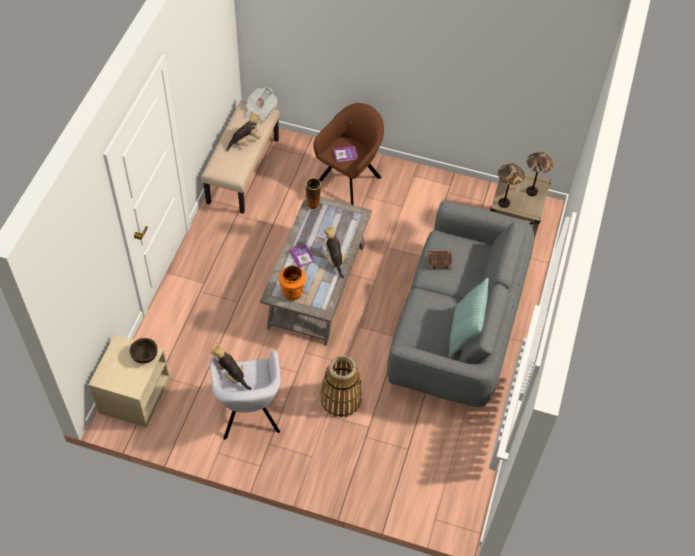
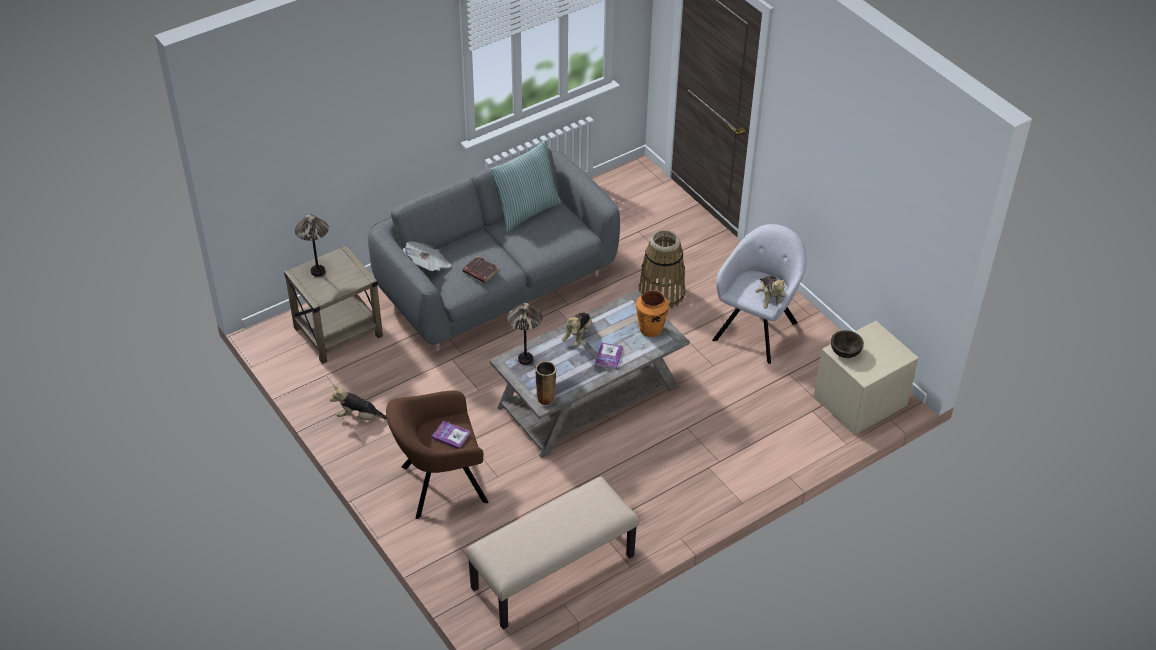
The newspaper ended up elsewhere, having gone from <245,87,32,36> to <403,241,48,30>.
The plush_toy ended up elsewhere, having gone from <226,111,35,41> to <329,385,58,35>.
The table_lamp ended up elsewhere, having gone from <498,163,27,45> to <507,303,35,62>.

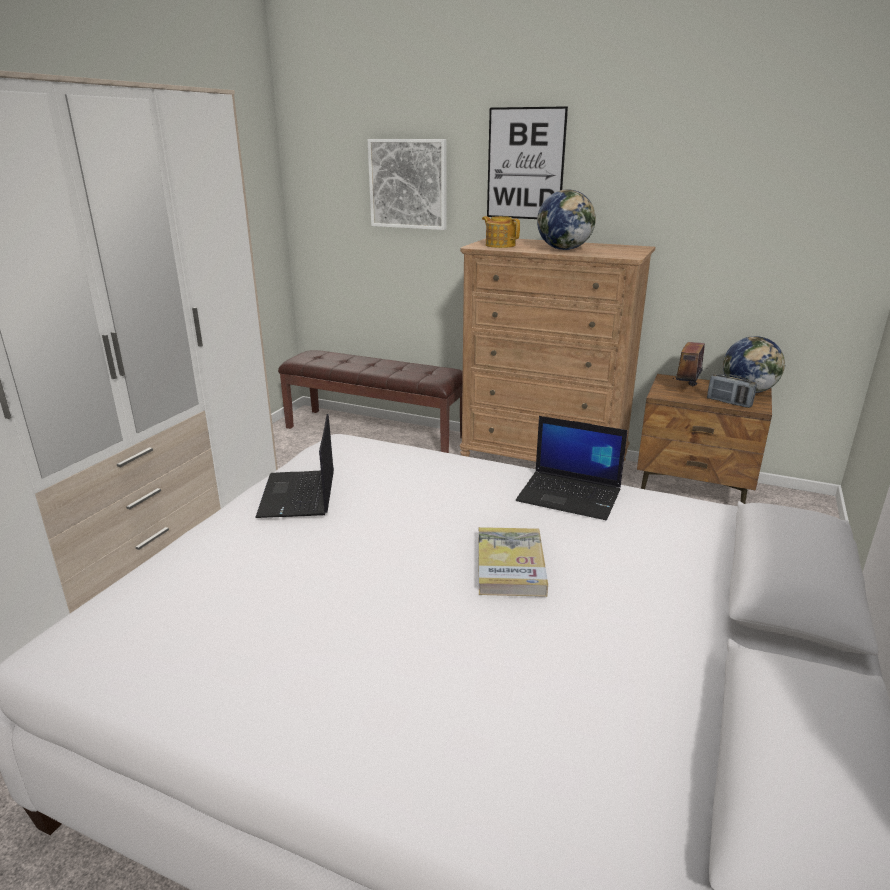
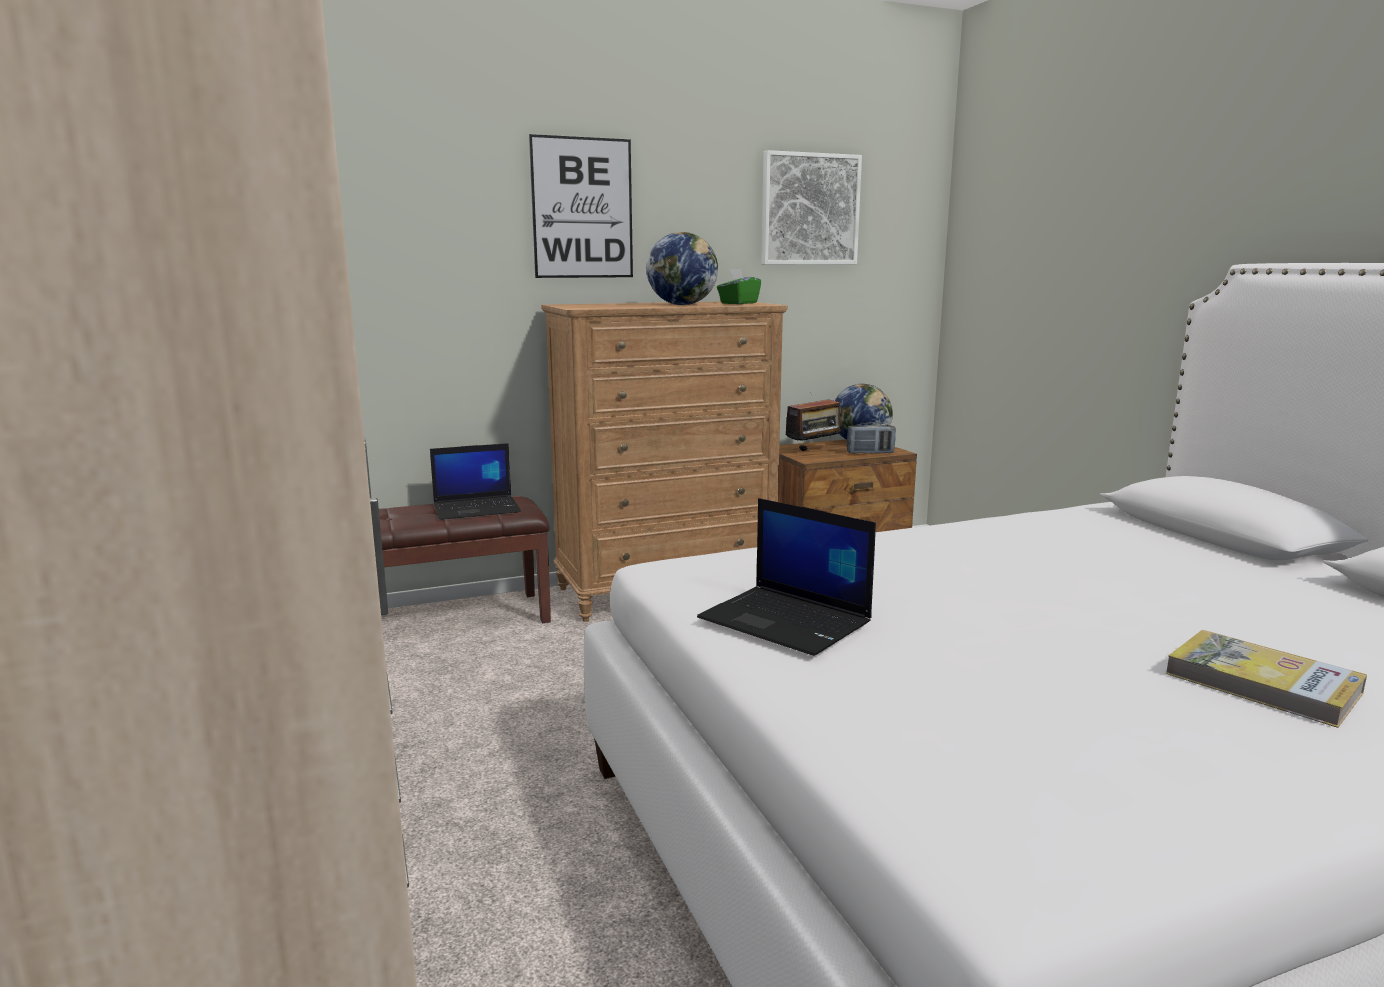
The picture ended up elsewhere, having gone from <367,139,79,91> to <761,150,101,114>.
The second view lost the teapot at <482,216,38,32>.
The radio at <673,331,32,55> ended up facing another way, 105 degrees counterclockwise from before.
The laptop ended up elsewhere, having gone from <516,416,112,104> to <430,443,91,77>.
The book ended up elsewhere, having gone from <478,527,70,70> to <1166,630,201,98>.
The second view gained the green_tissue_box at <717,269,44,35>.

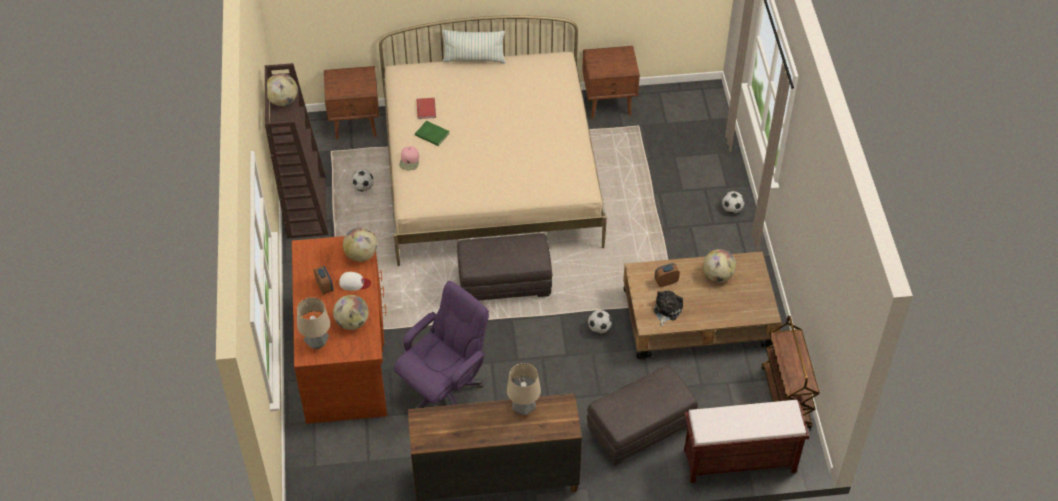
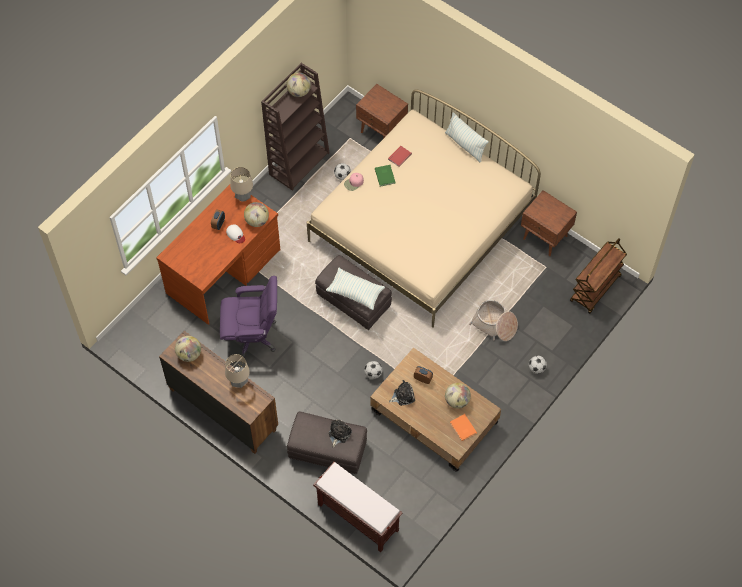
The globe ended up elsewhere, having gone from <333,295,36,35> to <175,336,26,26>.
The table_lamp ended up elsewhere, having gone from <297,297,33,52> to <230,167,23,35>.
The brown_cart ended up elsewhere, having gone from <761,316,59,112> to <570,238,57,76>.
The second view gained the pillow at <326,268,59,42>.
The second view gained the basket at <469,300,49,41>.
The second view gained the orange_book at <450,414,27,27>.
The second view gained the plush_toy at <329,420,23,28>.

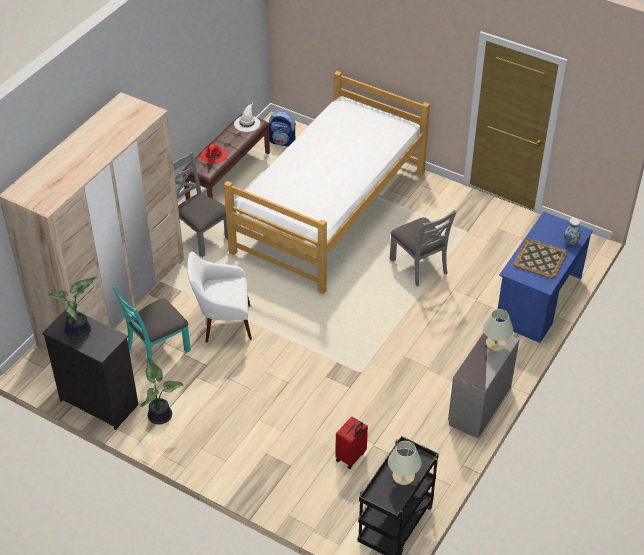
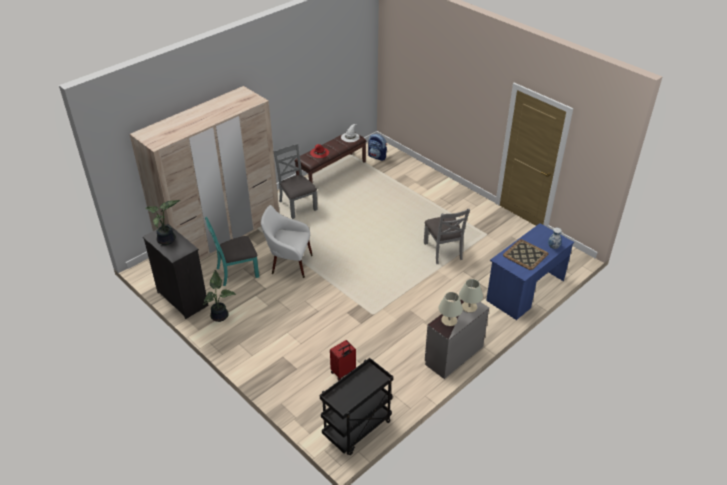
The second view lost the bed at <224,71,206,223>.
The beige_table_lamp ended up elsewhere, having gone from <388,441,34,44> to <438,292,25,34>.

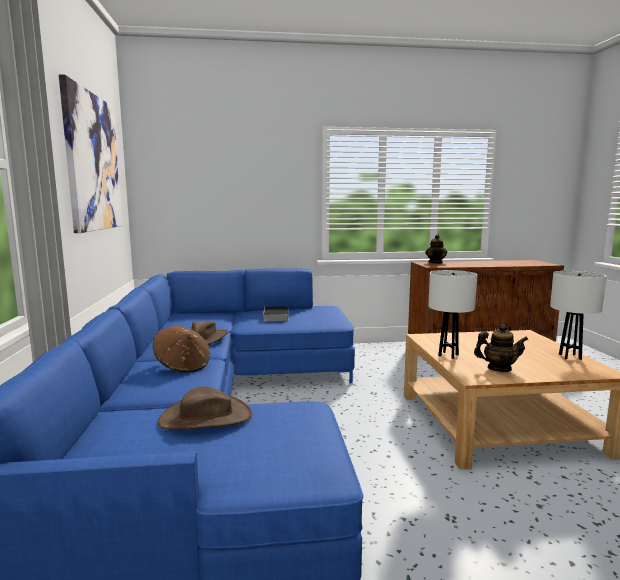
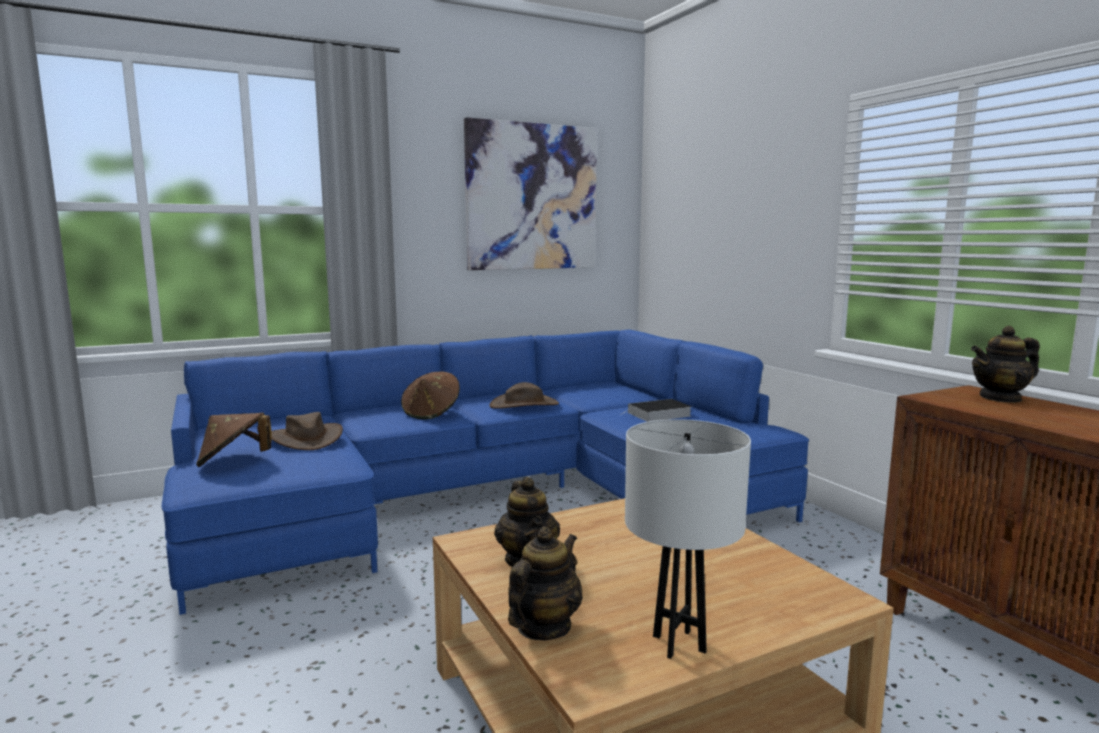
The second view lost the white_table_lamp at <428,270,50,89>.
The second view gained the brown_hat at <196,412,75,55>.
The second view gained the teapot at <508,527,75,114>.

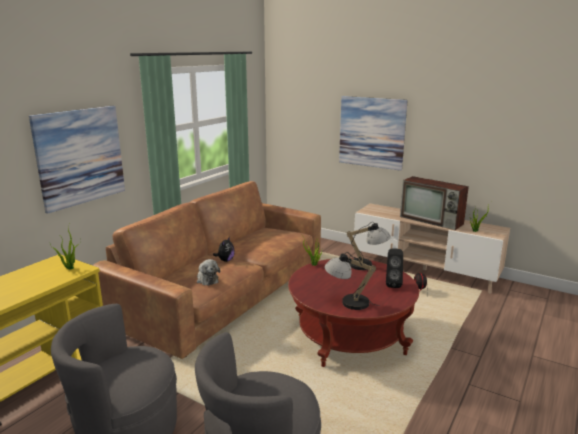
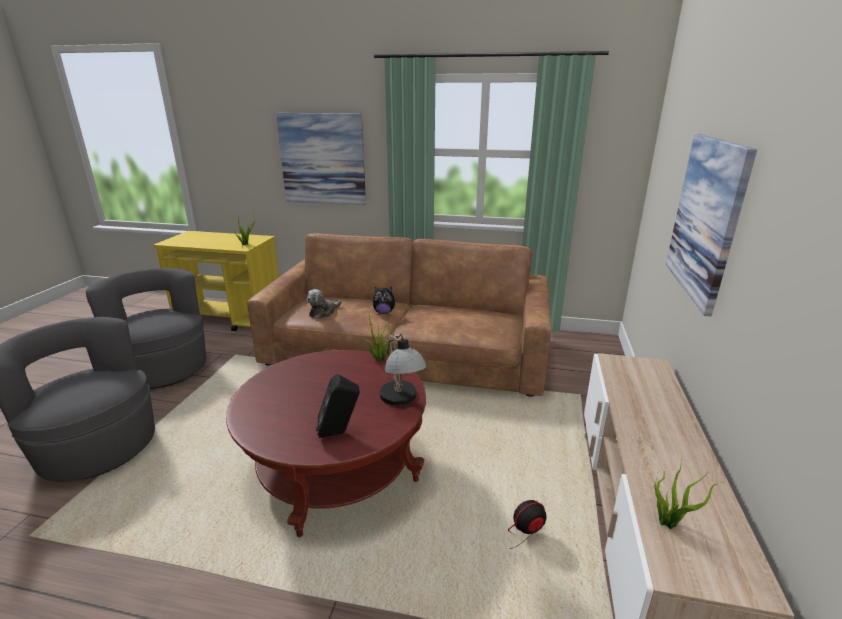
The second view lost the television at <400,176,69,54>.
The second view lost the table_lamp at <324,252,56,58>.

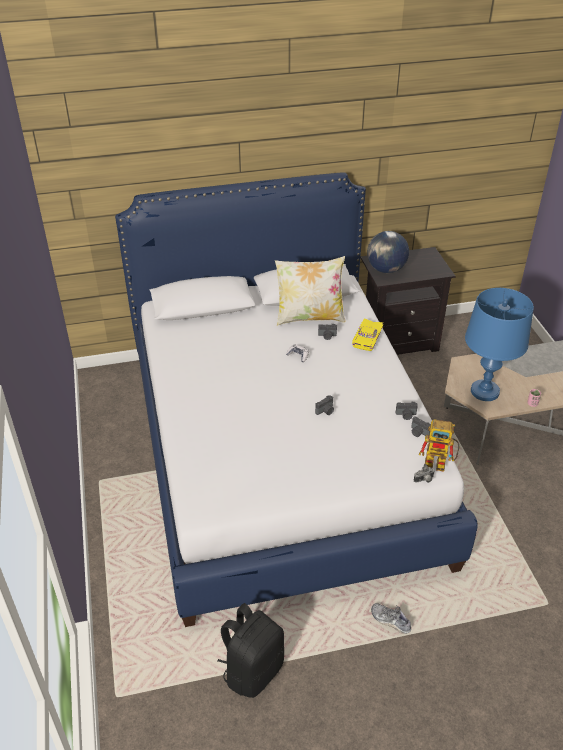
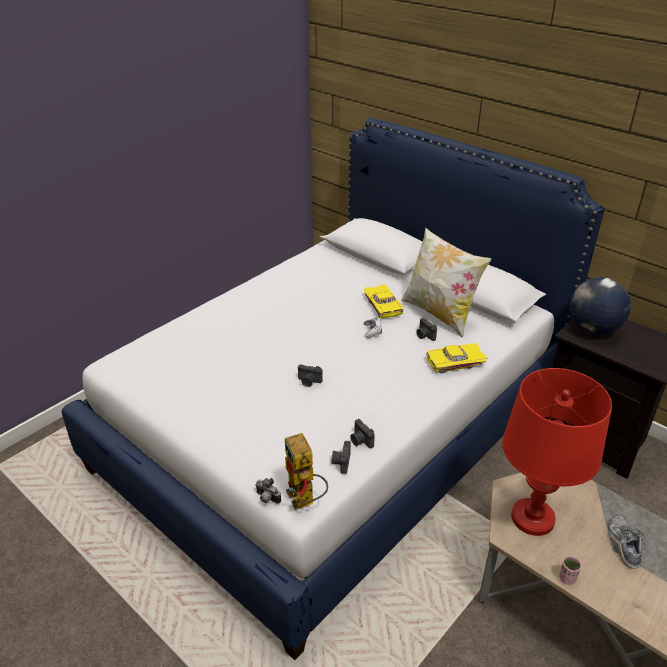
What was the blue_table_lamp at <465,288,69,113> turned into the red_table_lamp at <502,368,110,168>.
The second view lost the black_backpack at <217,603,67,95>.
The shoe ended up elsewhere, having gone from <371,603,40,31> to <608,515,36,54>.
The second view gained the yellow_toy_car at <364,284,40,34>.

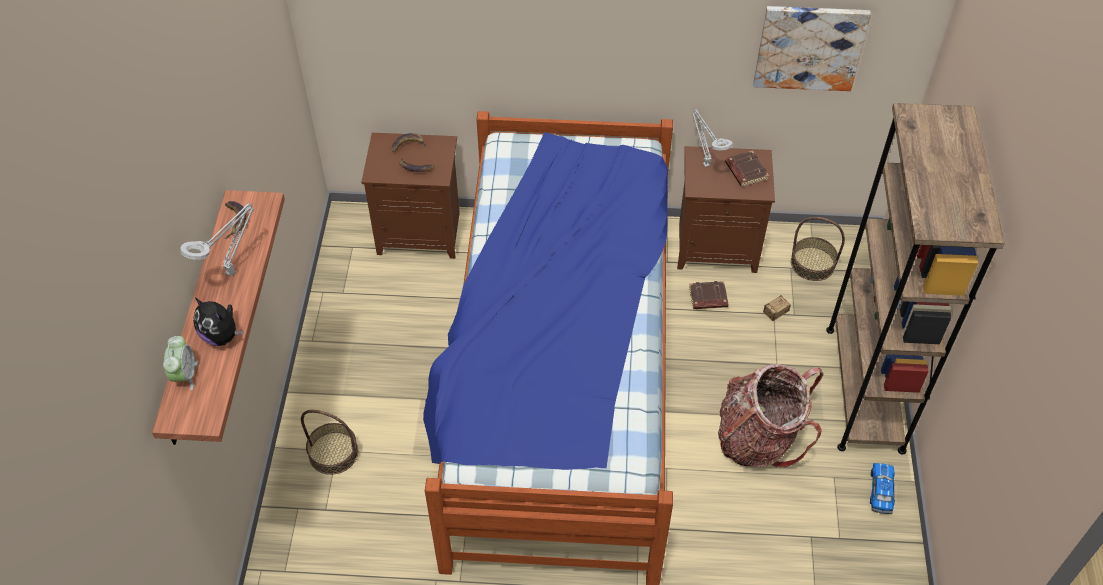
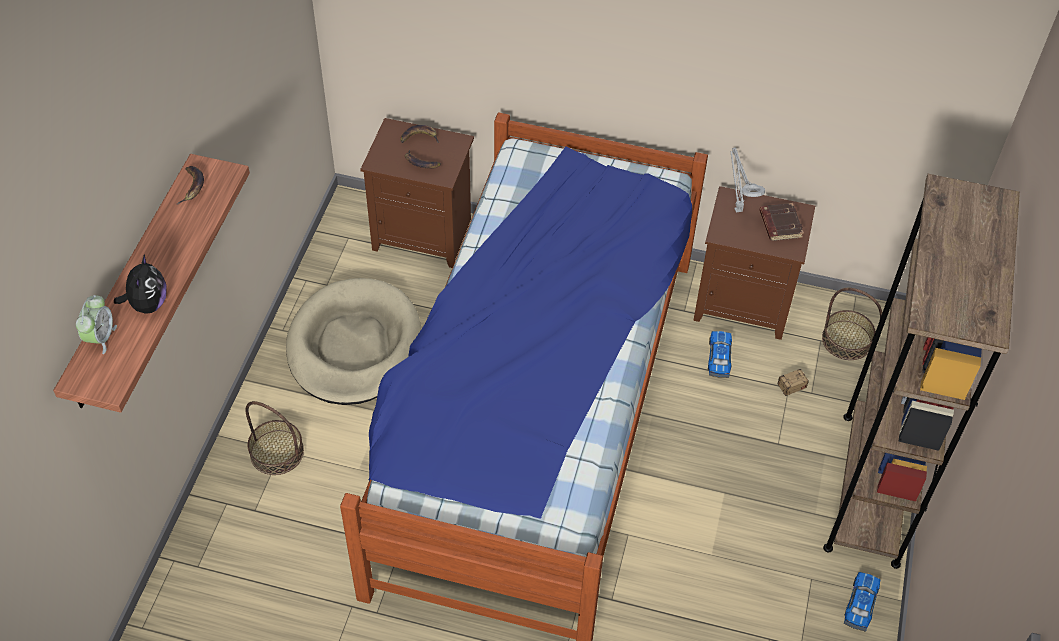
The second view lost the picture at <753,6,118,85>.
The second view lost the grey_table_lamp at <180,203,74,73>.
Where the brown_book stood at <689,281,39,28>, the toy_car came to stand at <708,331,24,47>.
The plush_toy at <193,298,51,48> ended up facing another way, 135 degrees counterclockwise from before.
The second view lost the backpack at <718,364,105,104>.
The second view gained the beige_dog_bed at <286,278,135,127>.

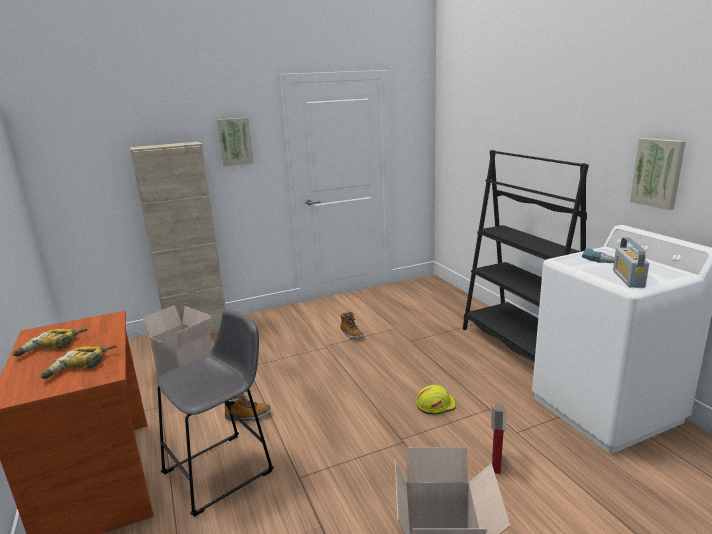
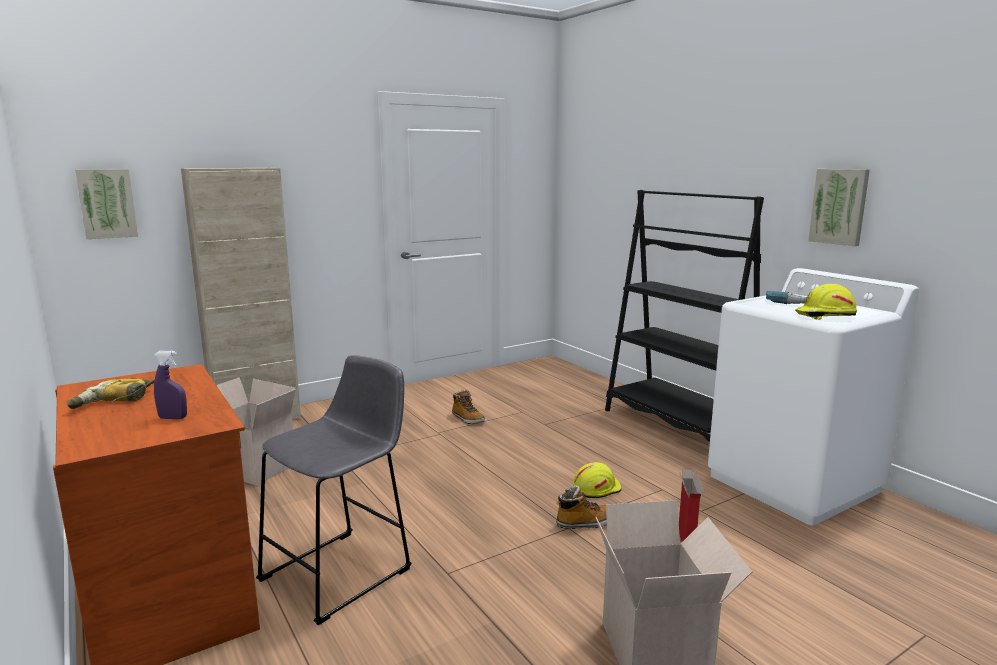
The picture ended up elsewhere, having gone from <217,118,37,49> to <75,169,63,70>.
Where the radio stood at <613,237,36,51>, the yellow_hard_hat came to stand at <795,284,62,36>.
Where the power_drill stood at <40,345,77,34>, the purple_spray_bottle came to stand at <154,351,33,68>.
The boot ended up elsewhere, having gone from <224,393,47,28> to <556,485,51,44>.

